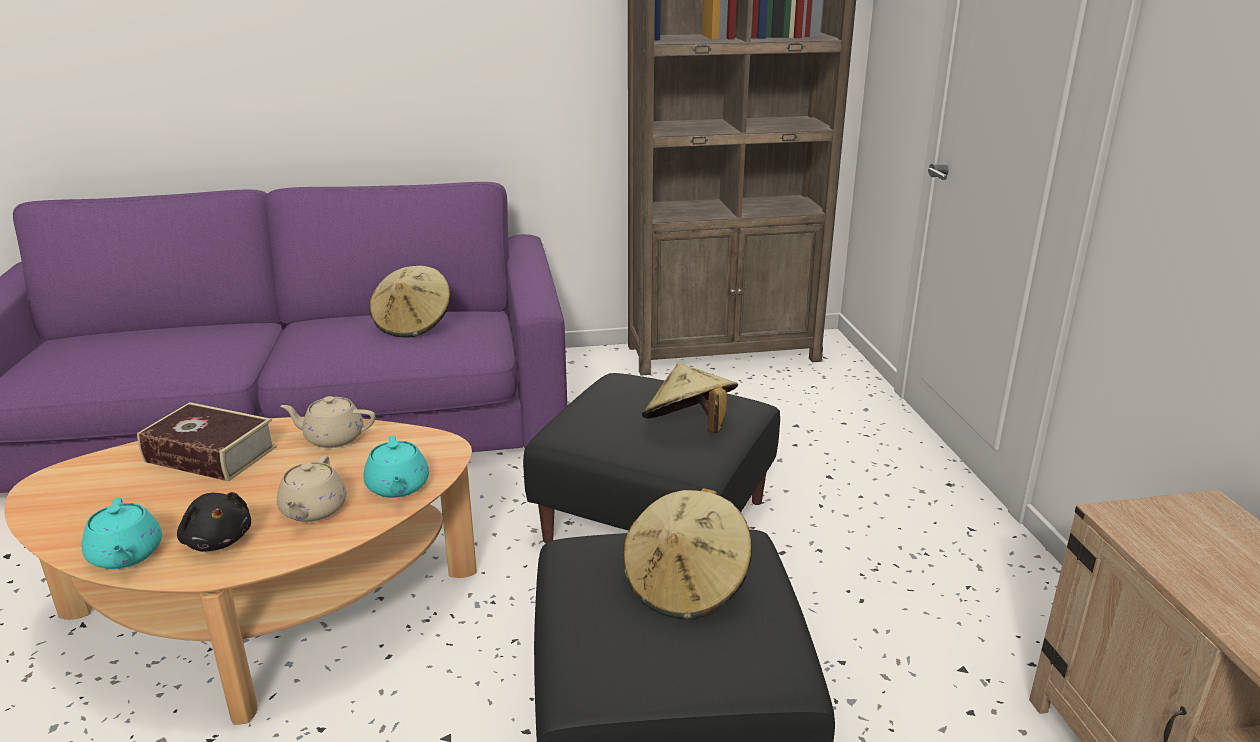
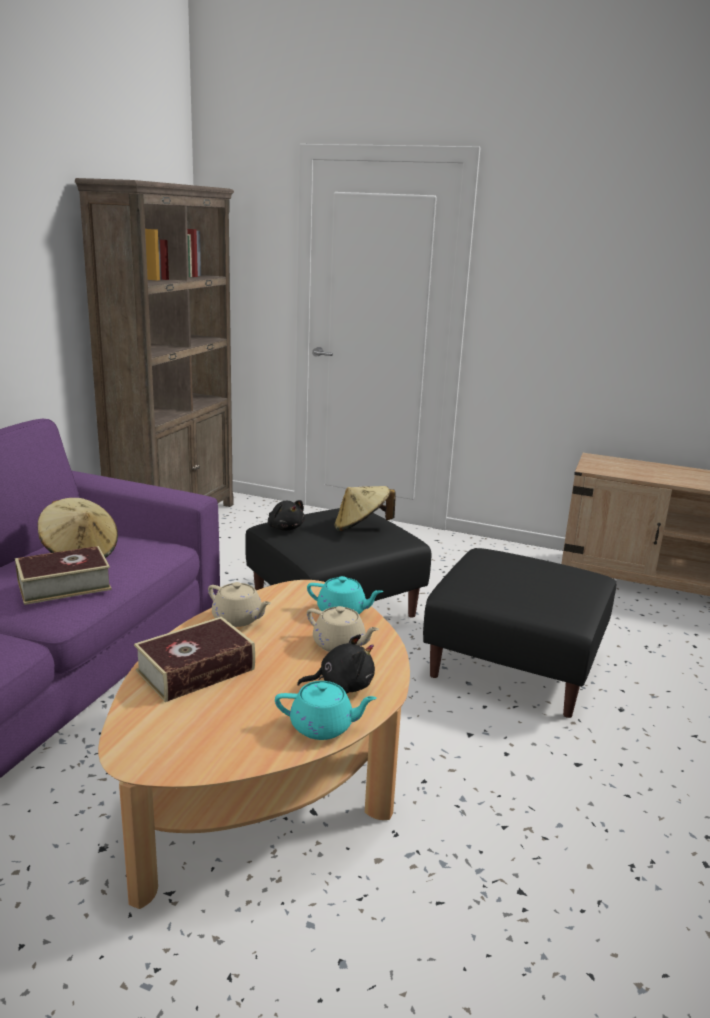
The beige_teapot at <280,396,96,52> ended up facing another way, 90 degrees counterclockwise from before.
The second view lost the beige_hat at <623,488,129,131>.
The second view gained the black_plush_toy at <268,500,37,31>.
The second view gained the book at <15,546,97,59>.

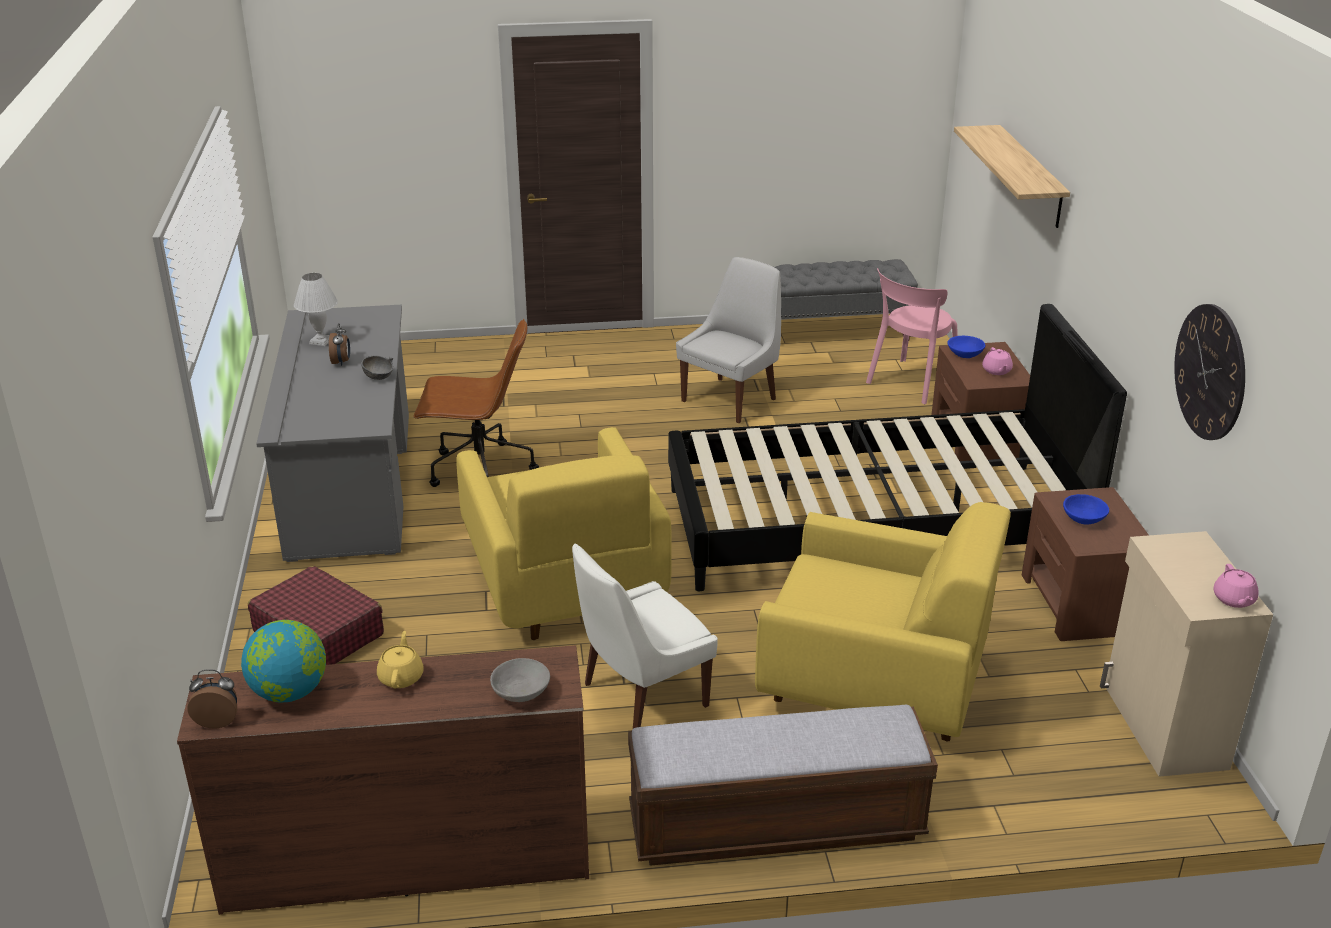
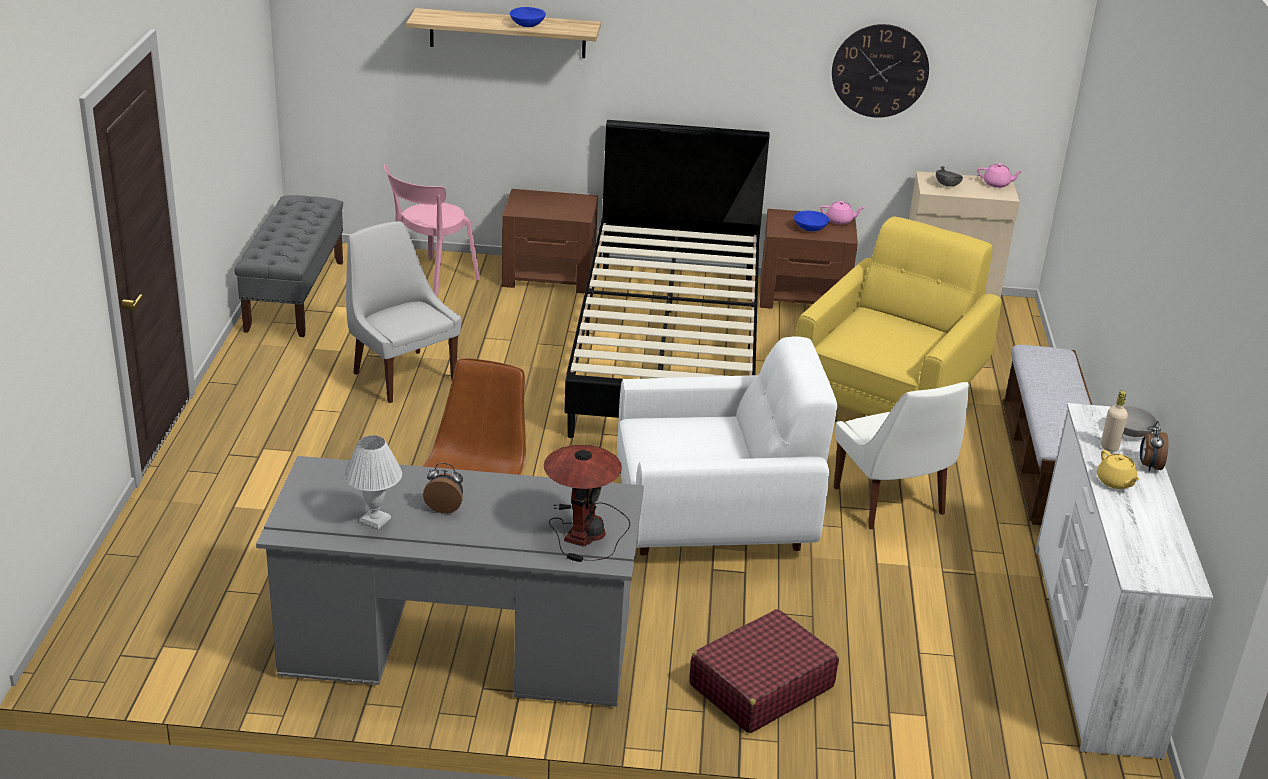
The pink_chair at <866,268,92,136> ended up facing another way, 75 degrees clockwise from before.
The blue_bowl ended up elsewhere, having gone from <948,336,37,22> to <510,7,36,20>.
The pink_teapot ended up elsewhere, having gone from <982,347,31,28> to <820,201,44,24>.
The grey_bowl ended up elsewhere, having gone from <361,355,32,25> to <936,166,27,20>.
What was the yellow_armchair at <456,427,216,213> turned into the white_armchair at <617,336,220,220>.
The second view lost the globe at <241,620,85,83>.
The yellow_teapot at <377,631,46,58> ended up facing another way, 120 degrees counterclockwise from before.
What was the brown_dresser at <177,645,412,270> turned into the white_dresser at <1035,403,178,356>.
The alarm_clock ended up elsewhere, having gone from <187,669,50,60> to <1140,421,29,51>.
The second view gained the beige_bottle at <1101,391,27,61>.
The second view gained the table_lamp at <544,445,86,117>.

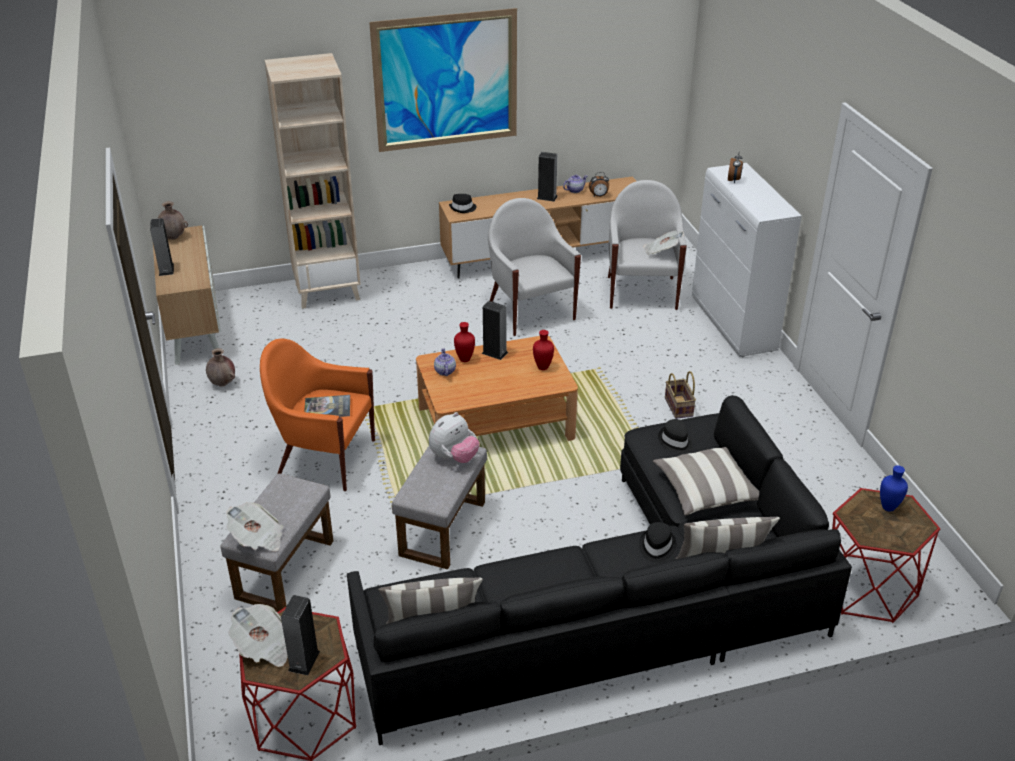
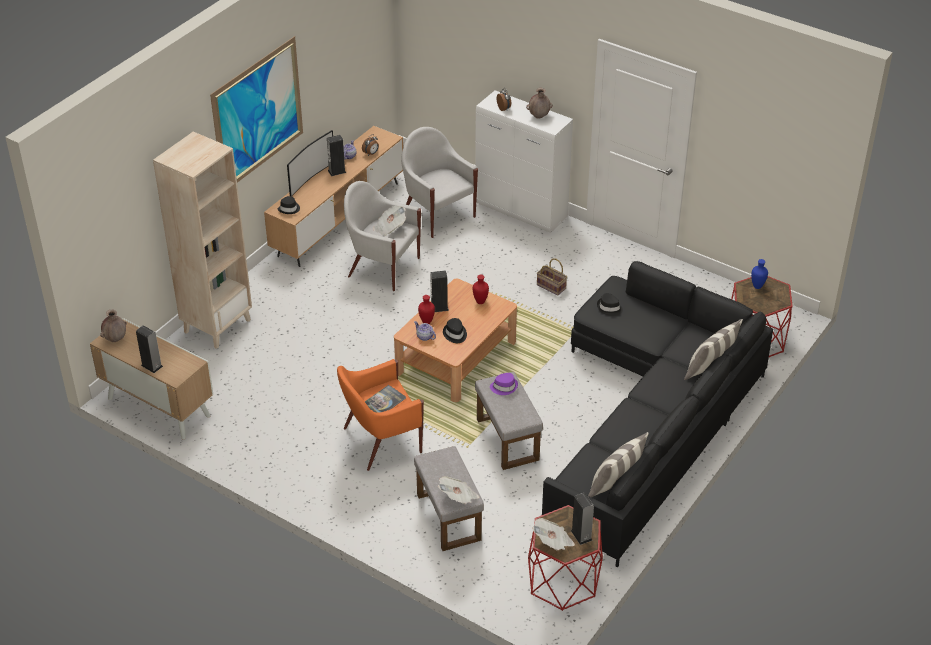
The newspaper ended up elsewhere, having gone from <643,230,41,25> to <373,205,33,31>.
The brown_vase ended up elsewhere, having gone from <206,348,29,39> to <526,88,27,30>.
Where the plush_toy stood at <429,412,51,51>, the purple_hat came to stand at <490,373,28,22>.
The second view lost the pillow at <653,447,106,68>.
The black_hat ended up elsewhere, having gone from <639,522,37,40> to <443,318,24,25>.
The second view gained the television at <287,130,46,66>.

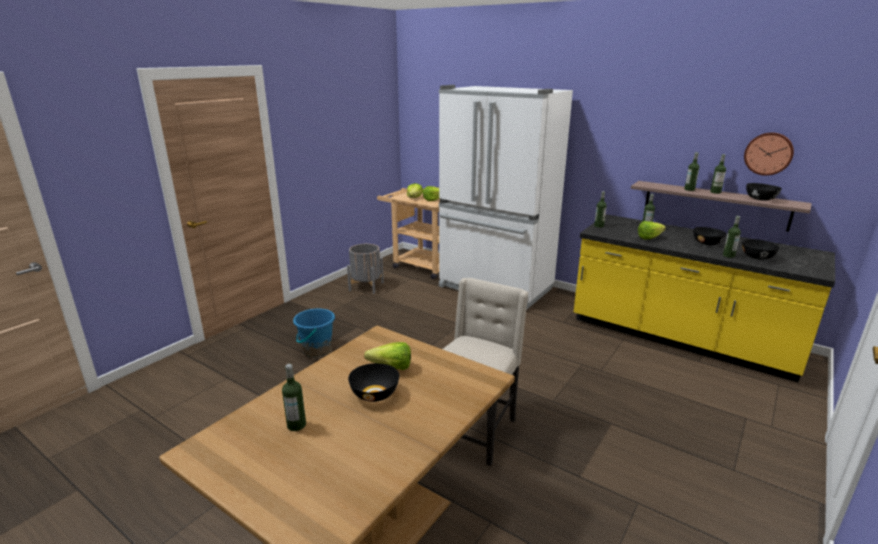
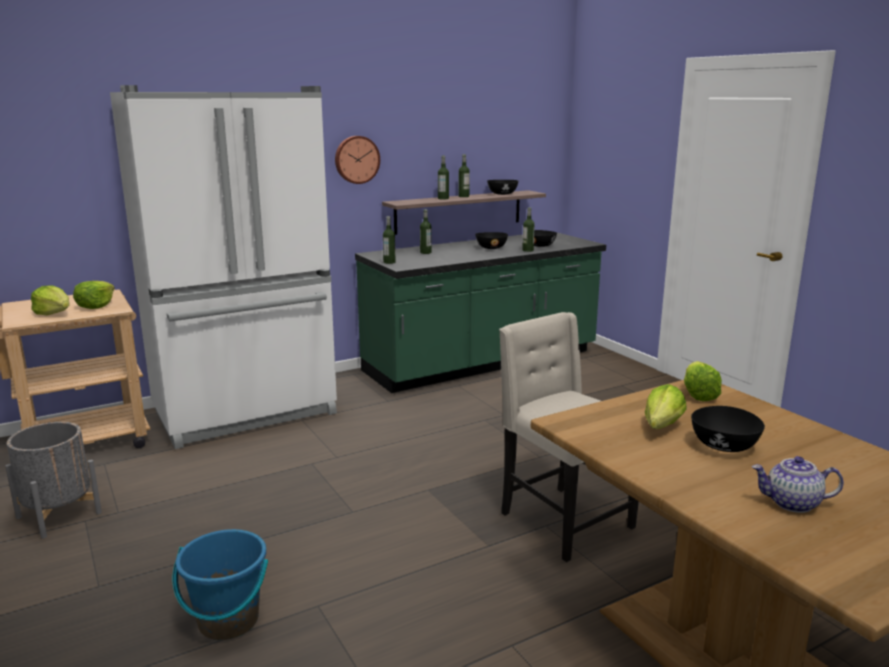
The wall_clock ended up elsewhere, having gone from <744,132,50,44> to <335,136,45,48>.
What was the yellow_counter at <574,214,261,169> turned into the green_counter at <355,233,251,160>.
The lettuce ended up elsewhere, having gone from <638,221,28,19> to <684,361,38,40>.
Where the bottle stood at <282,364,24,67>, the teapot came to stand at <752,456,92,57>.

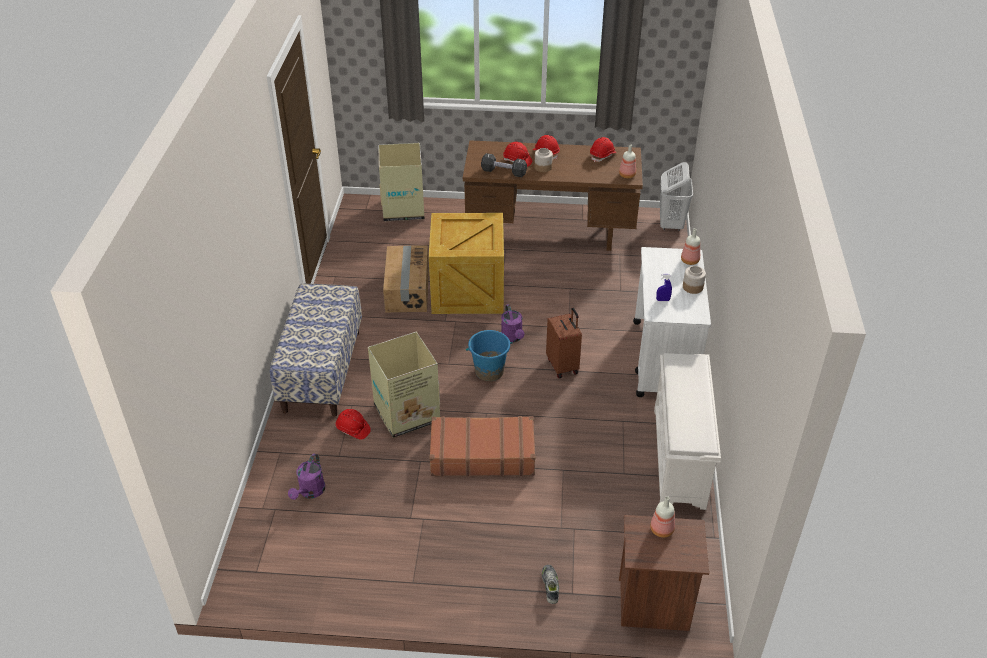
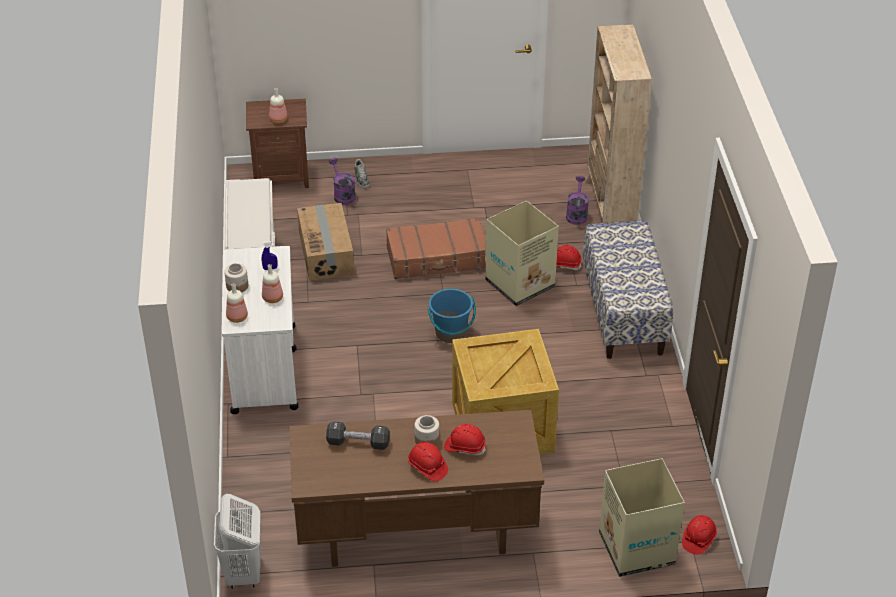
The red_hard_hat ended up elsewhere, having gone from <590,137,27,25> to <682,515,35,40>.
The bottle ended up elsewhere, having gone from <619,144,17,34> to <262,264,21,39>.
The black_dumbbell ended up elsewhere, having gone from <481,153,46,24> to <326,421,64,29>.
The cardboard_box ended up elsewhere, having gone from <383,246,46,66> to <297,203,57,78>.
The purple_watering_can ended up elsewhere, having gone from <501,304,24,38> to <329,158,27,47>.
The second view lost the brown_suitcase at <546,308,36,70>.
The second view gained the beige_bookcase at <585,24,67,199>.

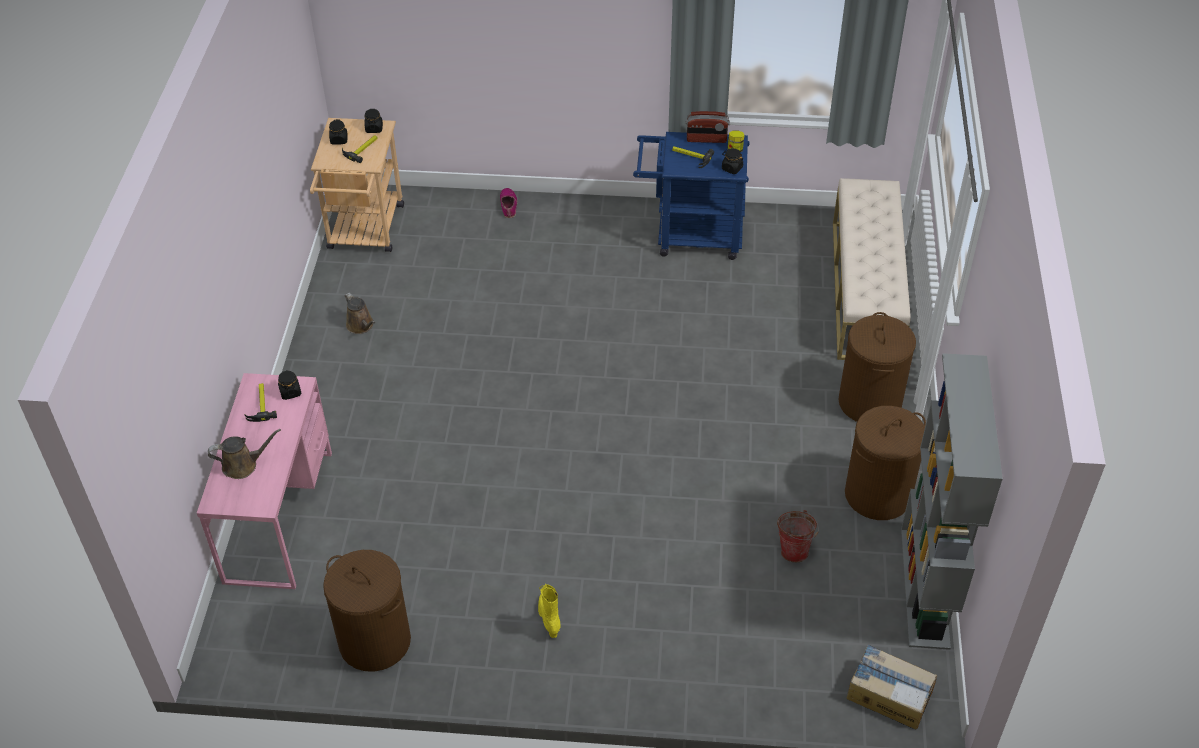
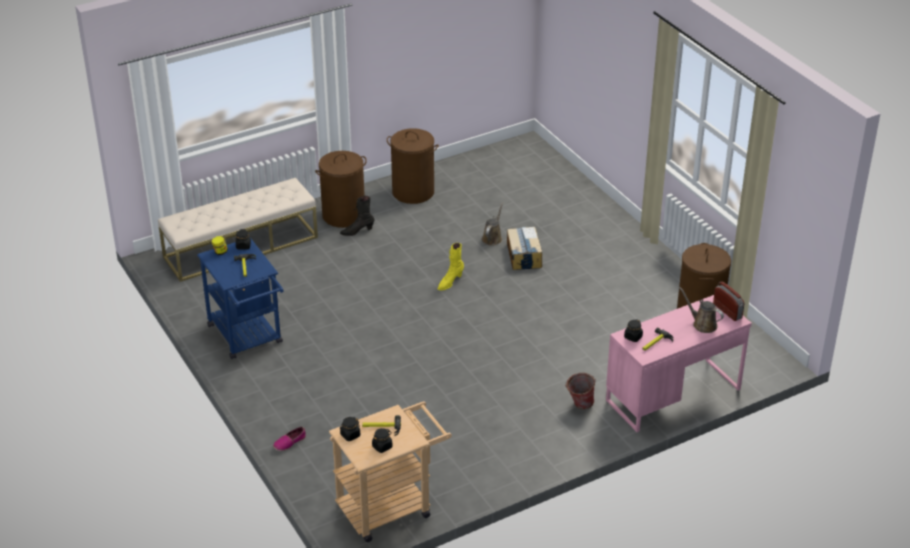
The radio ended up elsewhere, having gone from <686,111,44,32> to <713,281,31,40>.
The brown_watering_can ended up elsewhere, having gone from <345,293,30,41> to <482,202,21,44>.
The second view lost the grey_bookcase at <901,353,102,297>.
The bucket ended up elsewhere, having gone from <777,510,42,52> to <565,373,31,36>.
The yellow_boot ended up elsewhere, having gone from <538,584,22,54> to <437,243,27,48>.
The cardboard_box ended up elsewhere, having gone from <846,644,91,85> to <507,227,35,43>.
The second view gained the black_boot at <340,196,35,40>.

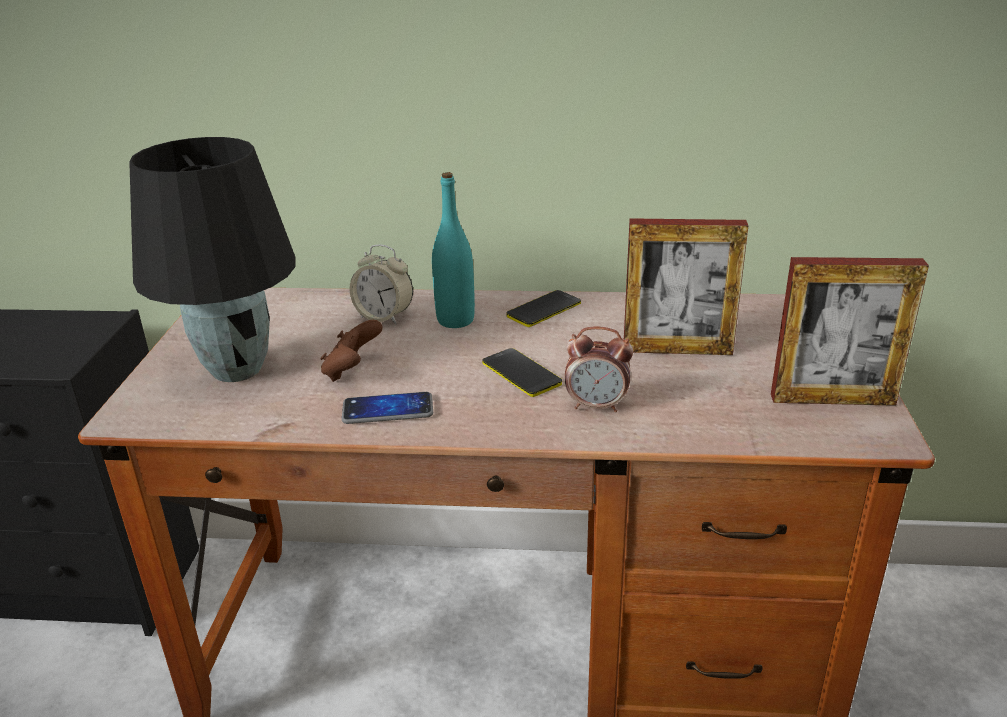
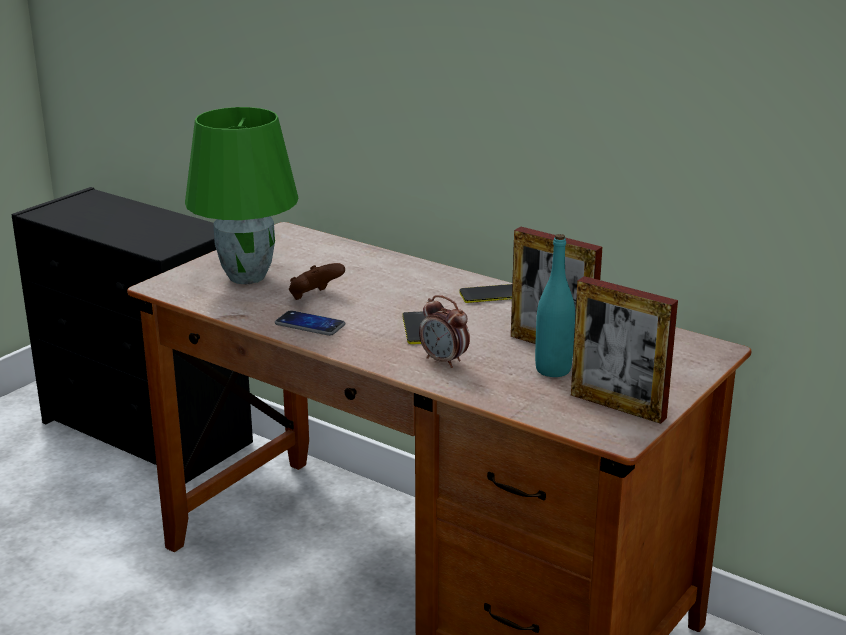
What was the black_table_lamp at <129,137,167,245> turned into the green_table_lamp at <185,107,113,177>.
The turquoise_bottle ended up elsewhere, having gone from <432,172,43,156> to <535,234,40,143>.
The second view lost the alarm_clock at <349,244,64,81>.

